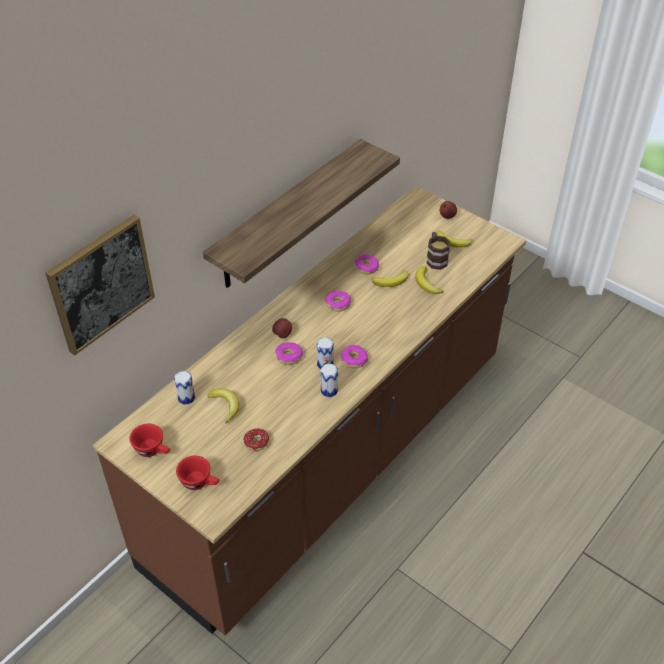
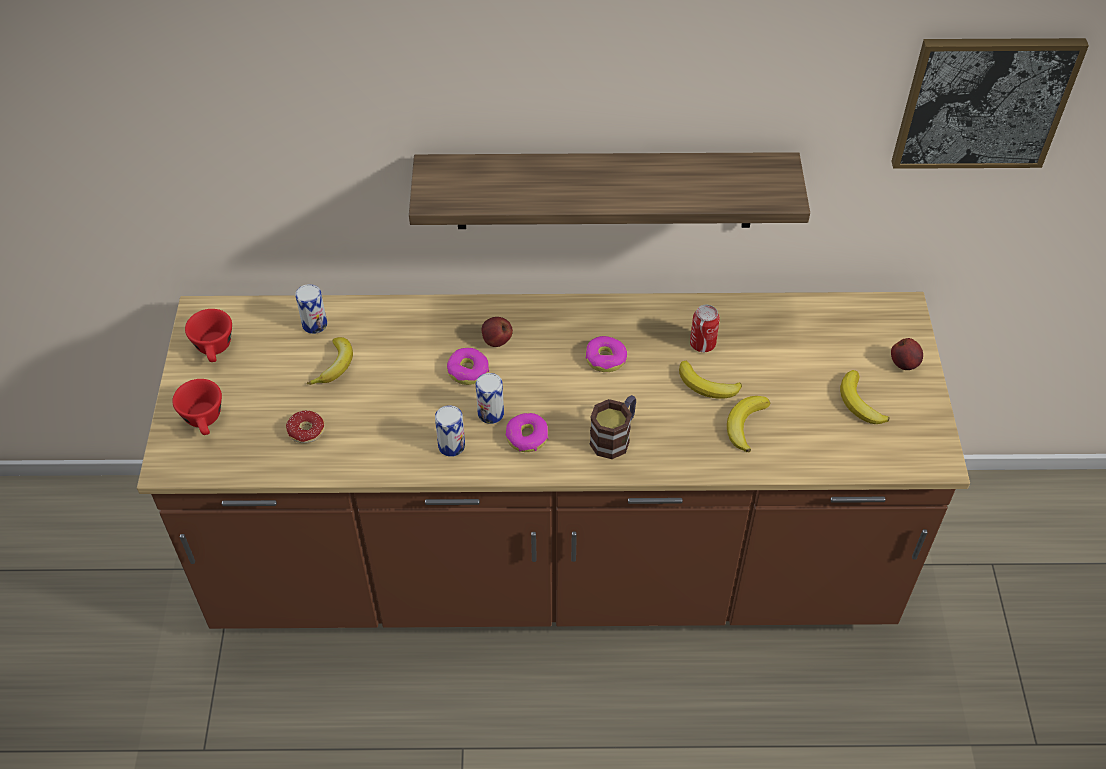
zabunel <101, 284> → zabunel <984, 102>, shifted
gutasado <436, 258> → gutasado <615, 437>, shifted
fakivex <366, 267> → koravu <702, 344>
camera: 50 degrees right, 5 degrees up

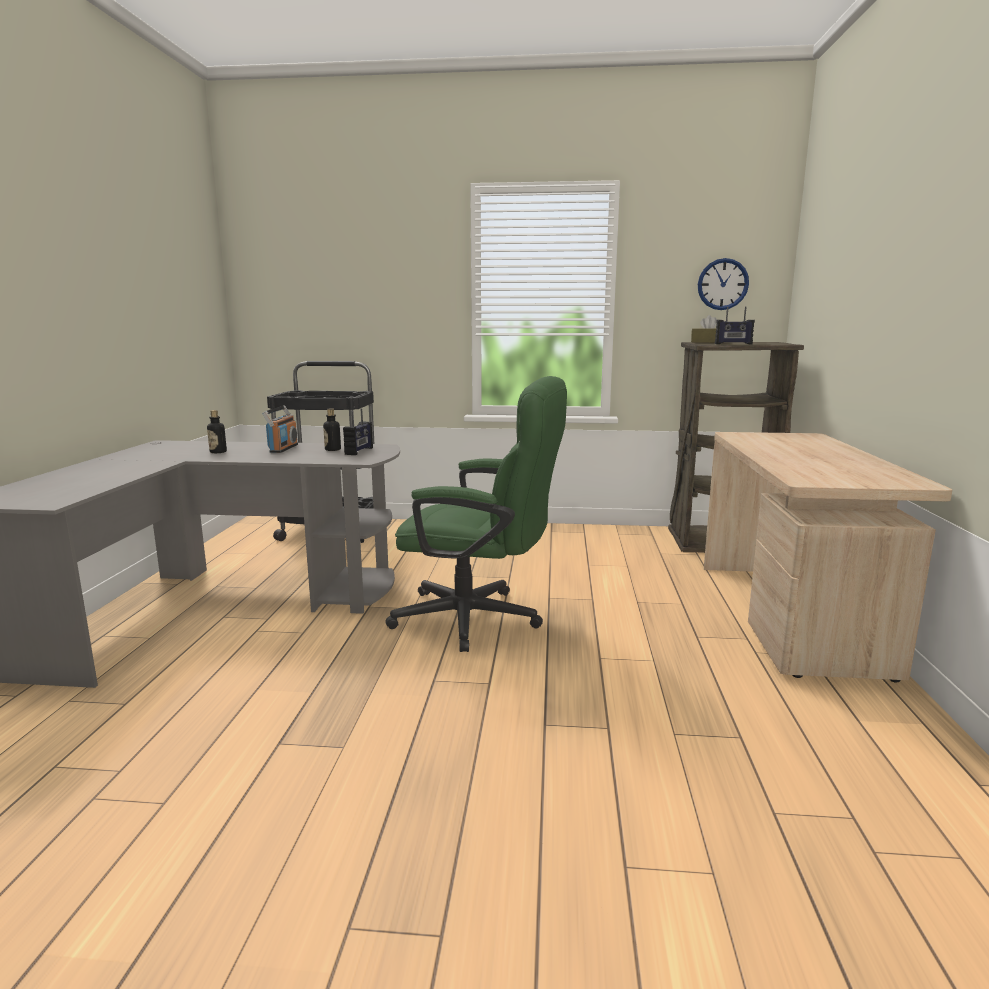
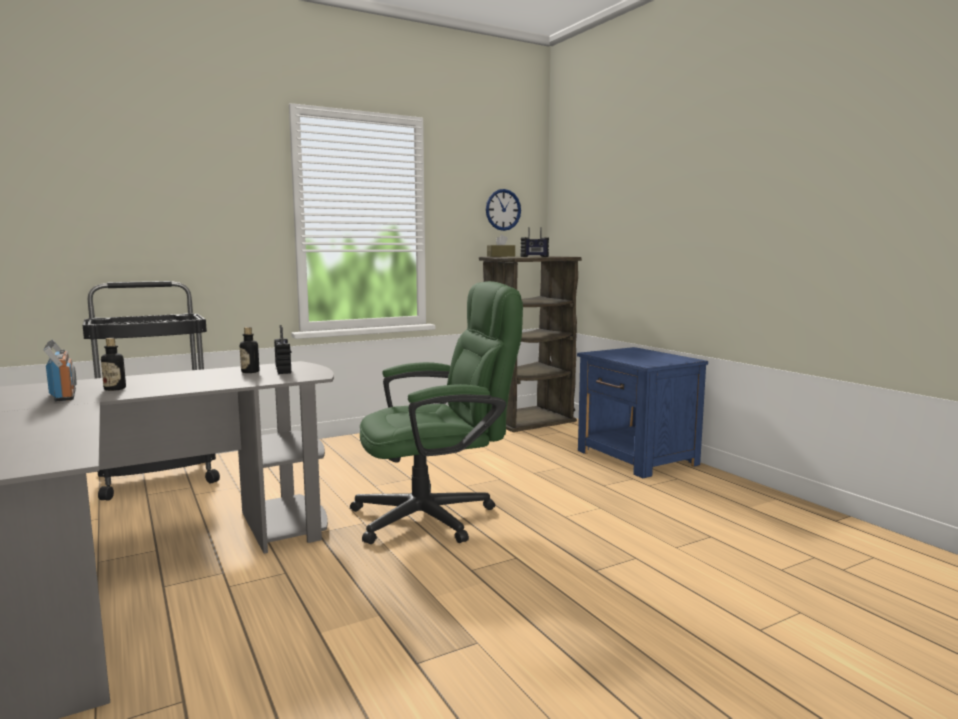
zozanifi <283, 448> → zozanifi <64, 395>, shifted
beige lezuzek <791, 616> → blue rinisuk <637, 458>
camera: 35 degrees left, 5 degrees down

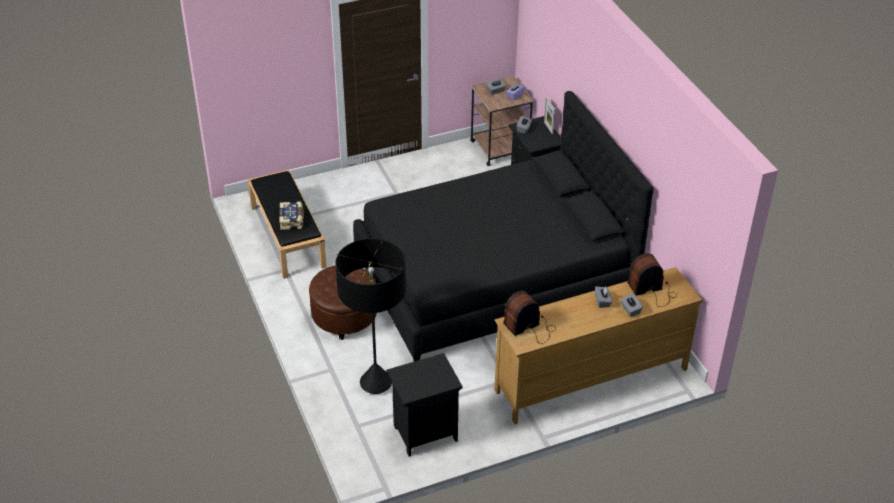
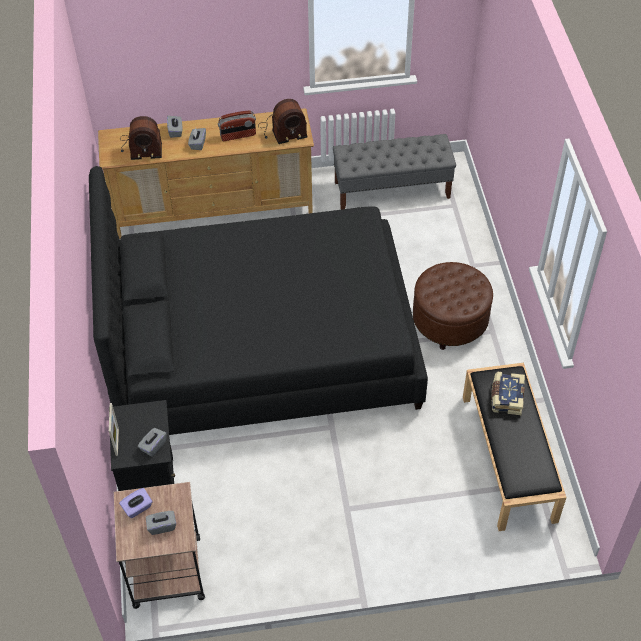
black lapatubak <376, 384> → -
black rinisuk <424, 432> → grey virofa <392, 190>
- → zozanifi <238, 135>
camera: 165 degrees left, 10 degrees up

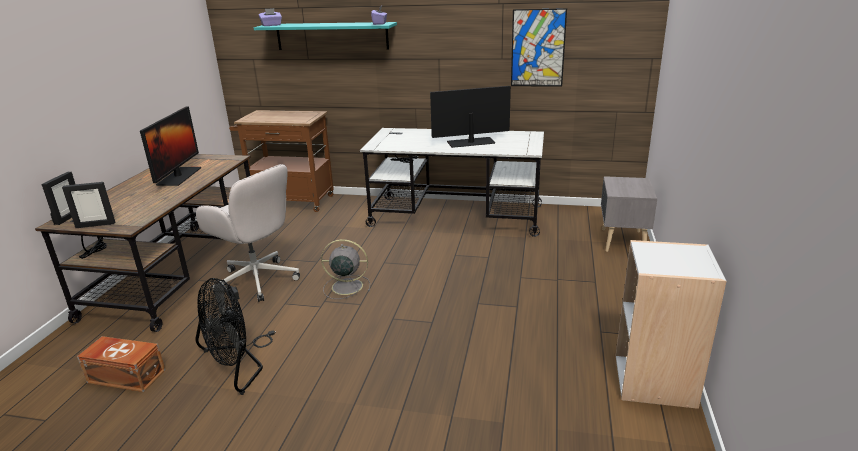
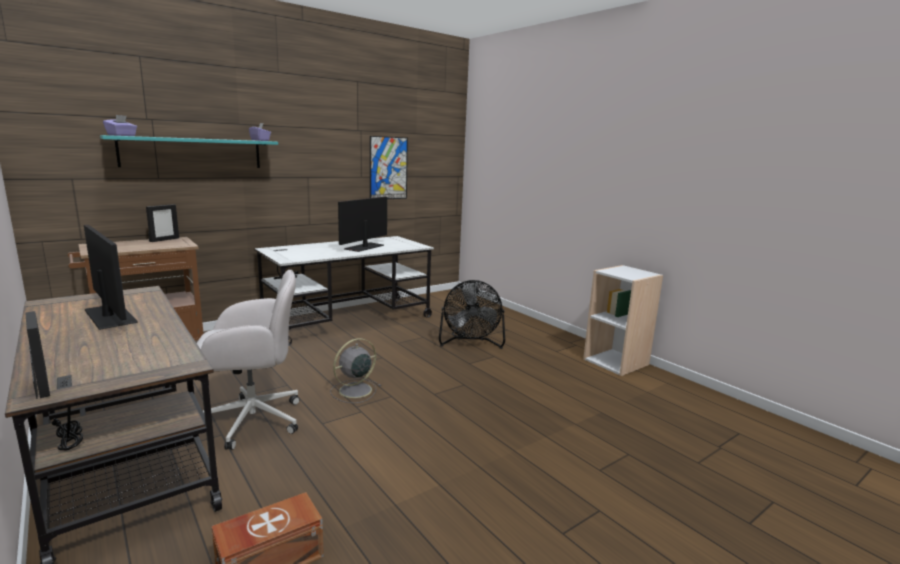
grey rinisuk <621, 241> → -
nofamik <96, 224> → nofamik <164, 239>, shifted
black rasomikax <238, 362> → black rasomikax <468, 342>, shifted
camera: 50 degrees left, 10 degrees down

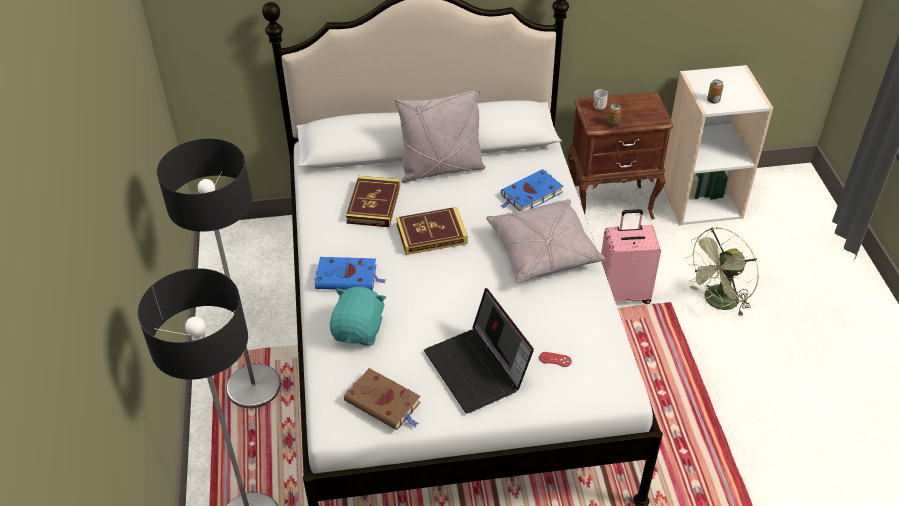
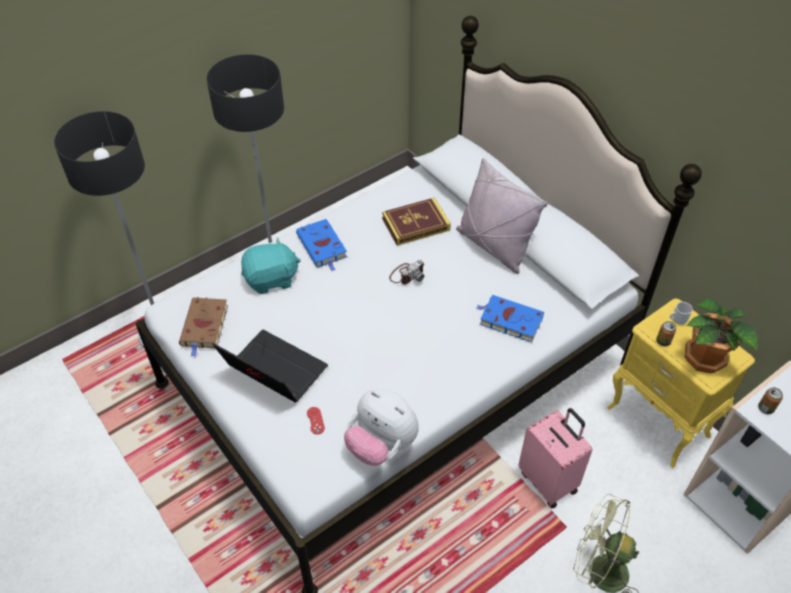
brown rinisuk <610, 206> → yellow rinisuk <658, 422>
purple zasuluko <542, 251> → -
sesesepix <431, 234> → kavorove <407, 275>
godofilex <478, 370> → godofilex <273, 371>, 90 degrees clockwise
- → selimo <705, 359>
- → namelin <381, 445>
camera: 60 degrees right, 5 degrees up

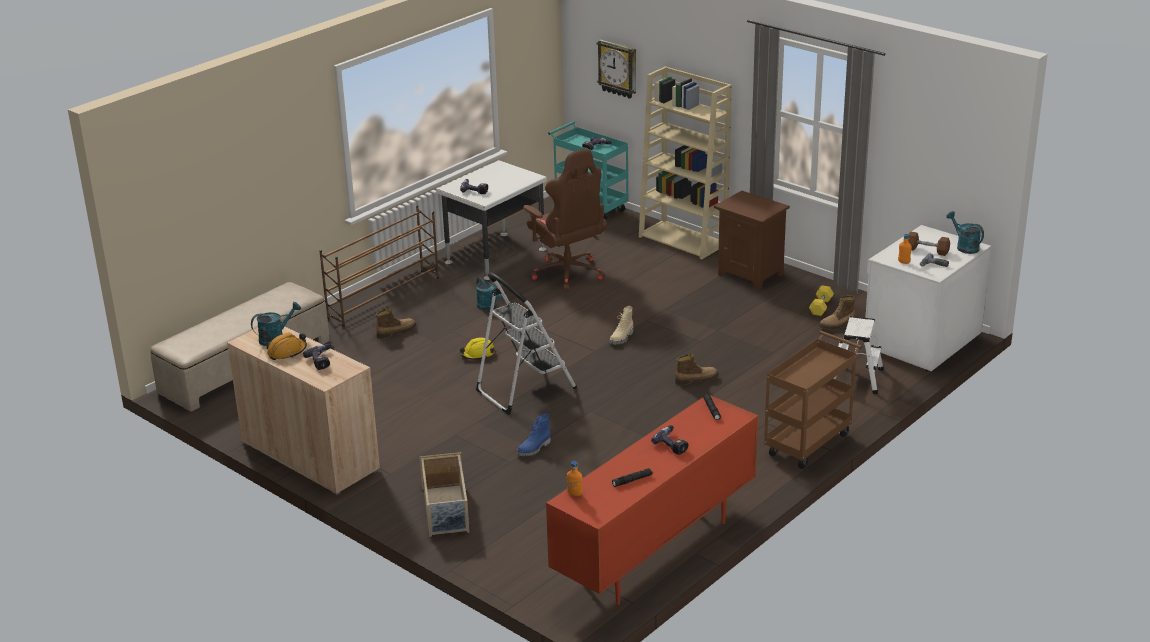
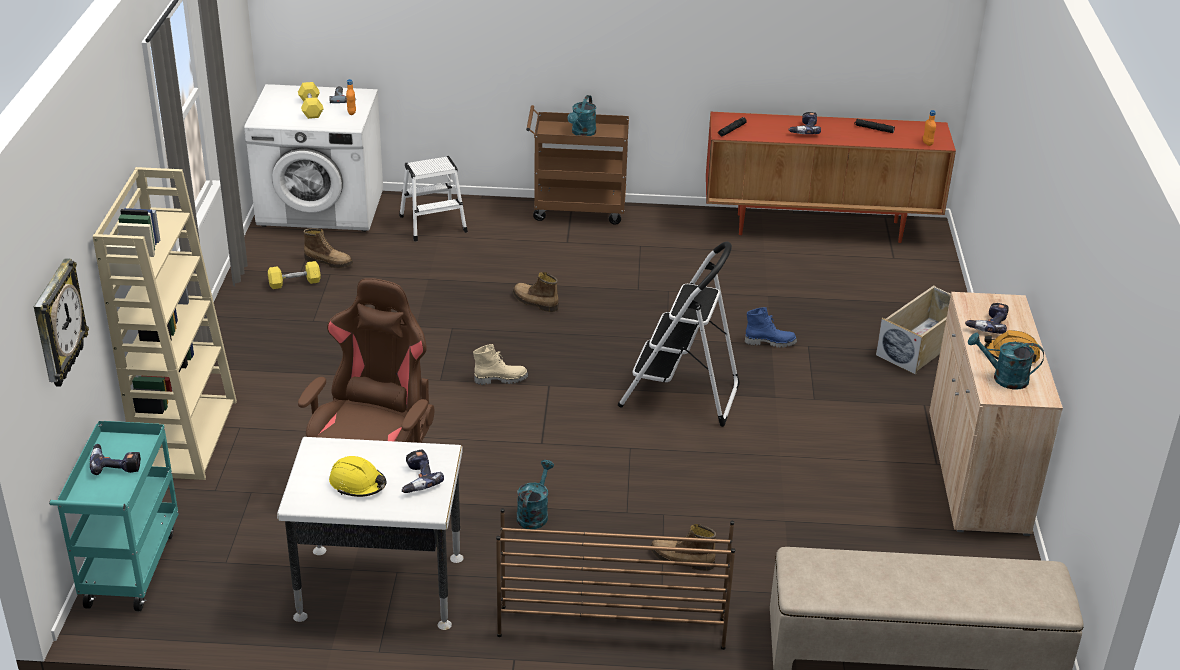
brown rinisuk <750, 275> → -
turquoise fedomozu <964, 247> → turquoise fedomozu <582, 133>, shifted
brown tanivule <927, 250> → yellow tanivule <311, 108>
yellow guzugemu <478, 354> → yellow guzugemu <358, 484>, shifted
camera: 130 degrees left, 5 degrees up

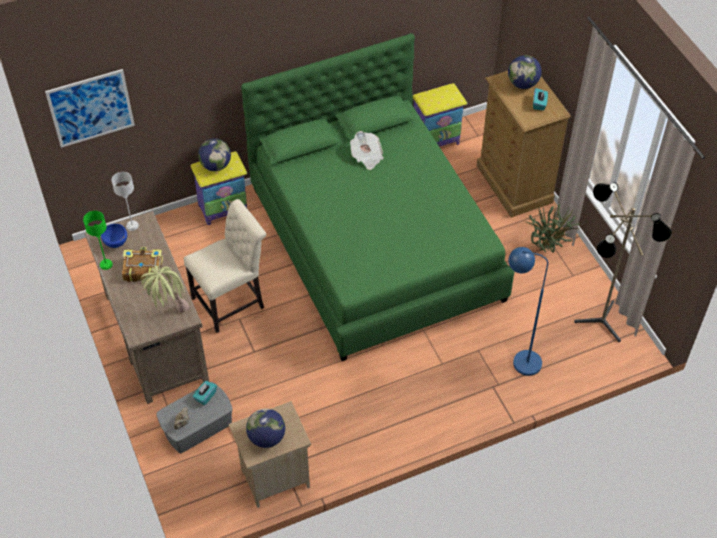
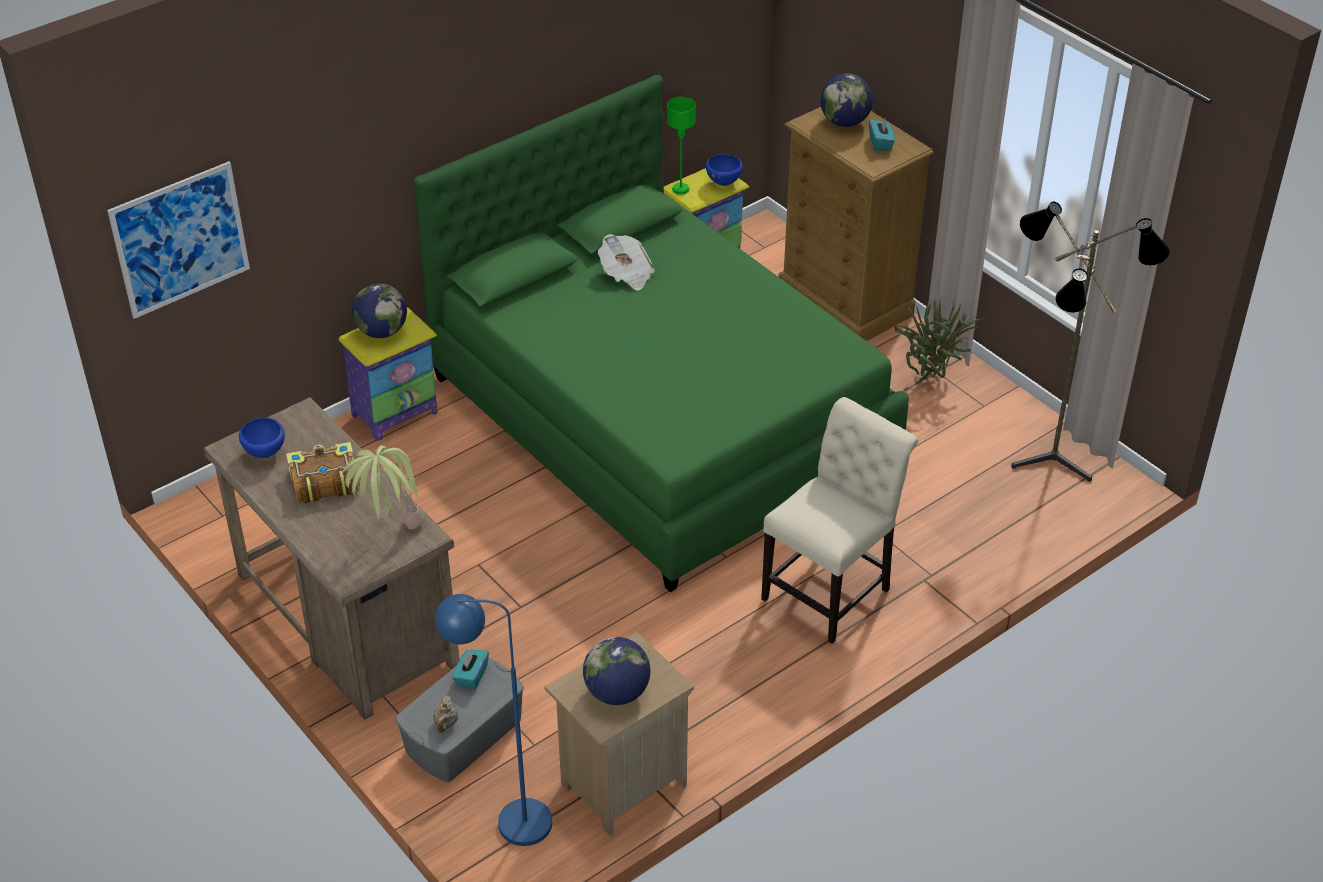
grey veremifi <132, 225> → -
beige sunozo <232, 301> → beige sunozo <832, 591>, shifted
green veremifi <106, 264> → green veremifi <681, 189>, shifted
blue lapatubak <518, 362> → blue lapatubak <508, 824>, shifted
- → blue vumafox <724, 183>
camera: 15 degrees left, 10 degrees down

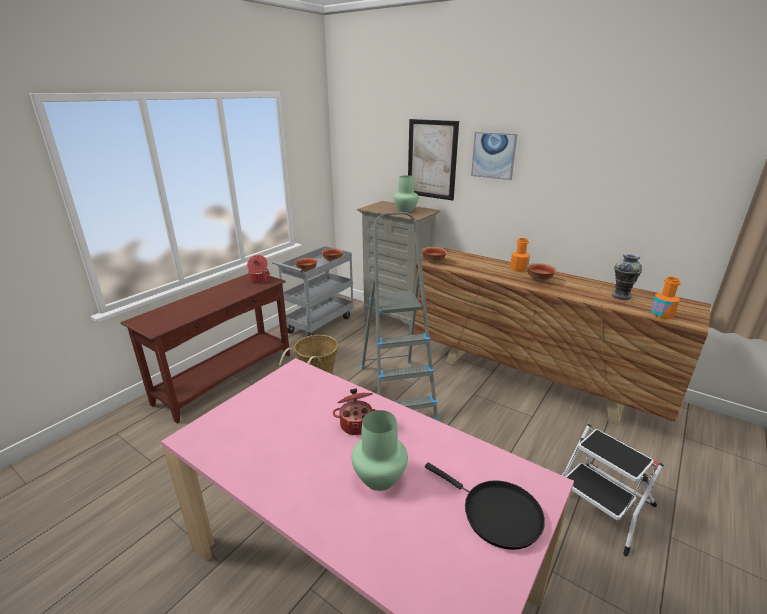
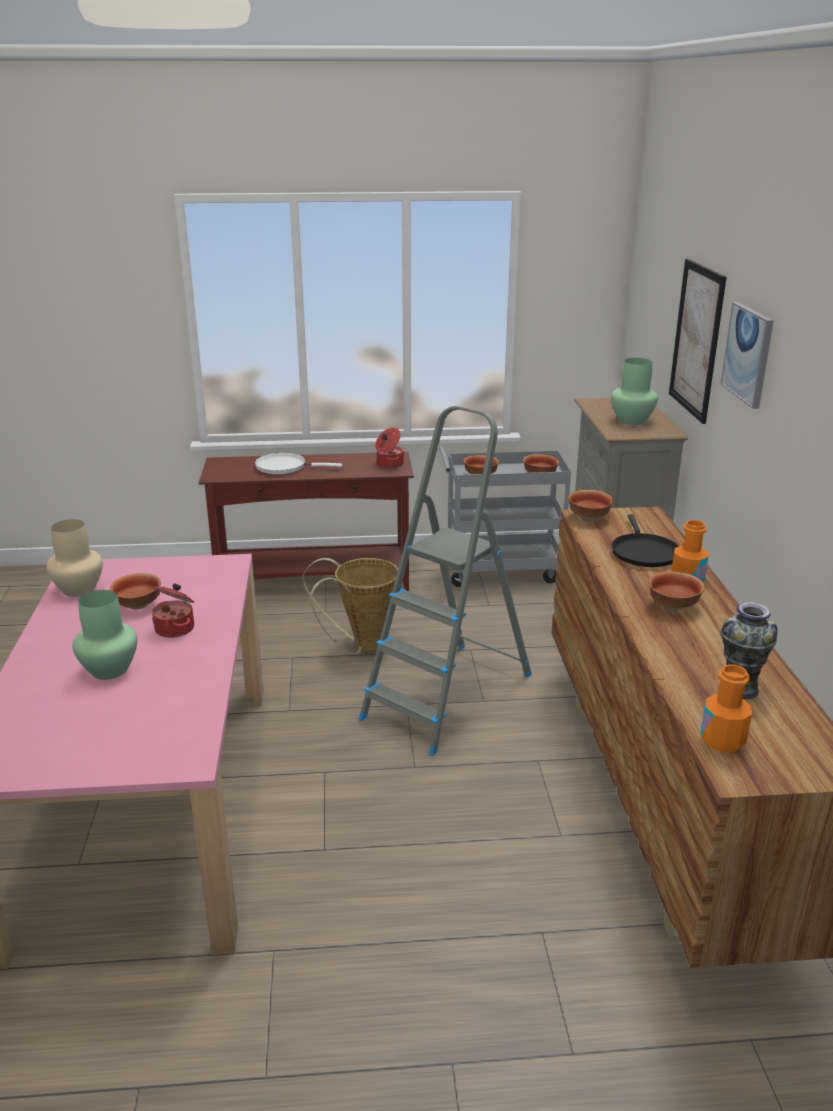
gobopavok <601, 504> → -
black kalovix <496, 514> → black kalovix <643, 552>, shifted
- → white kalovix <284, 467>
- → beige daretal <80, 589>
- → vumafox <139, 605>
camera: 50 degrees right, 0 degrees up

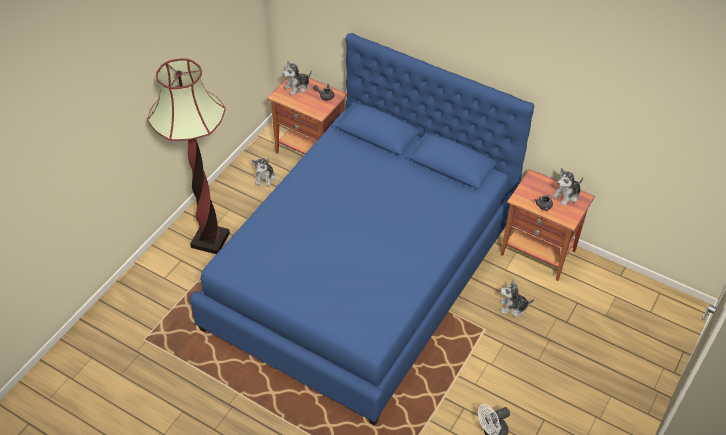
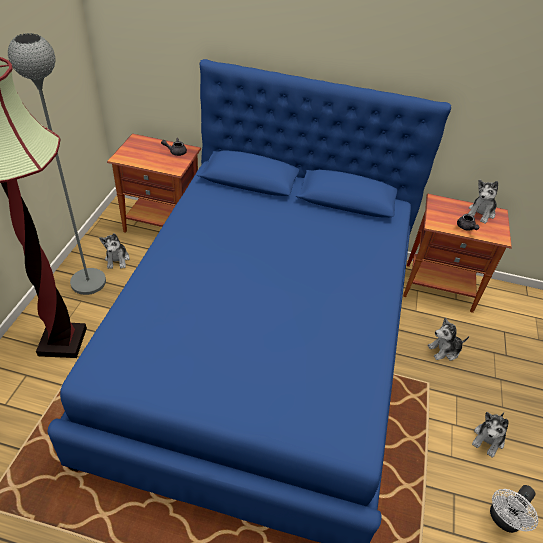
namelin <297, 87> → namelin <488, 439>, shifted
- → grey lapatubak <88, 282>
camera: 20 degrees left, 5 degrees down

